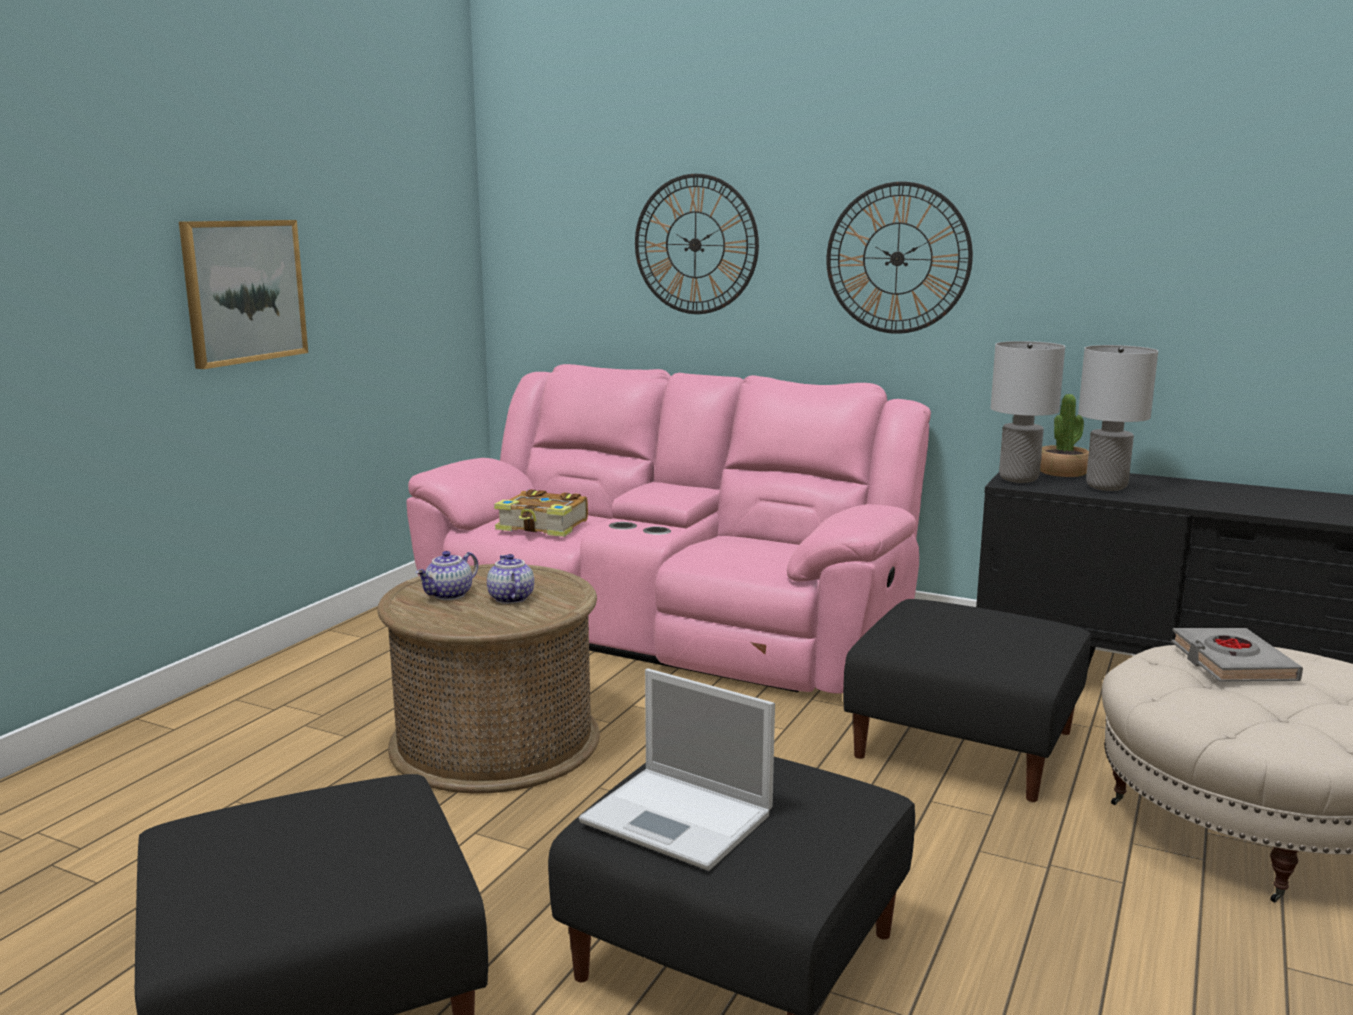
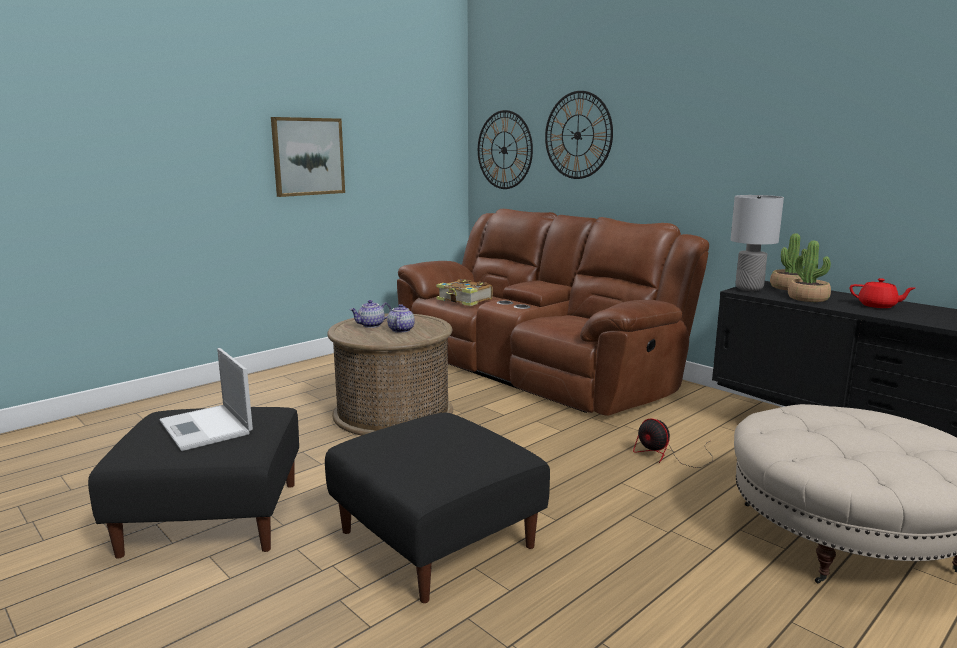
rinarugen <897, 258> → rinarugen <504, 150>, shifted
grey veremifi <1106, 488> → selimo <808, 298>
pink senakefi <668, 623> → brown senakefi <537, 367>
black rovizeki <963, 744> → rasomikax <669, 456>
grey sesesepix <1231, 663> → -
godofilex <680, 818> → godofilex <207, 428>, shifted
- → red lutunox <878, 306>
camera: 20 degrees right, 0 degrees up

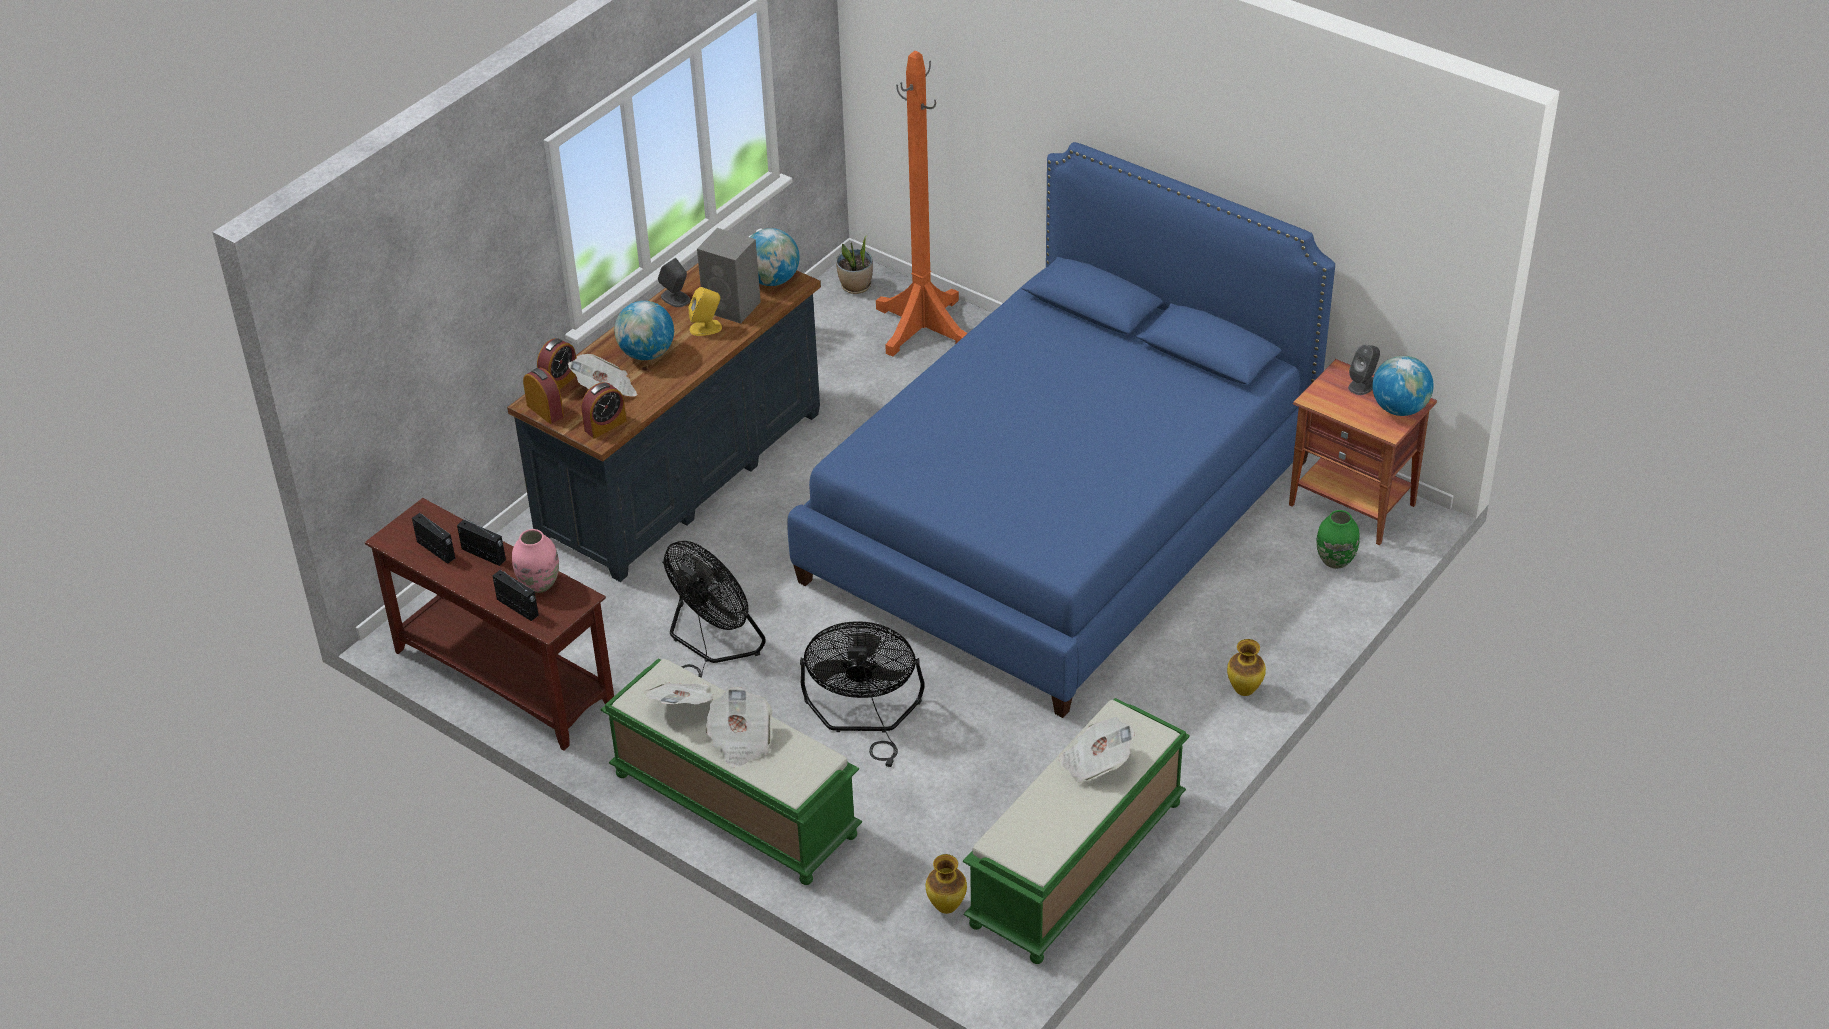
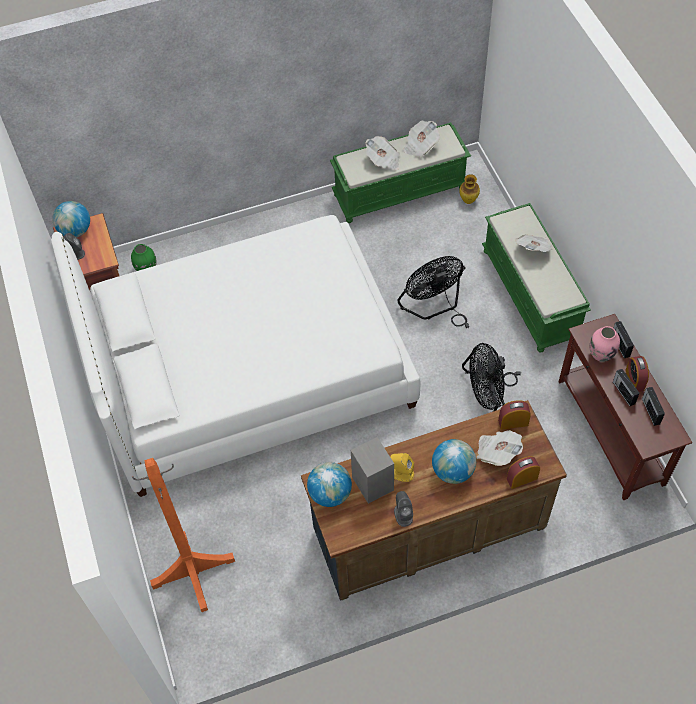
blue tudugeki <1060, 519> → white tudugeki <248, 369>
selimo <856, 286> → -
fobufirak <545, 410> → fobufirak <634, 380>, shifted
black rasomikax <866, 719> → black rasomikax <438, 306>, 120 degrees clockwise
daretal <1245, 691> → -
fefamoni <683, 706> → fefamoni <420, 146>, shifted
camera: 145 degrees left, 15 degrees up

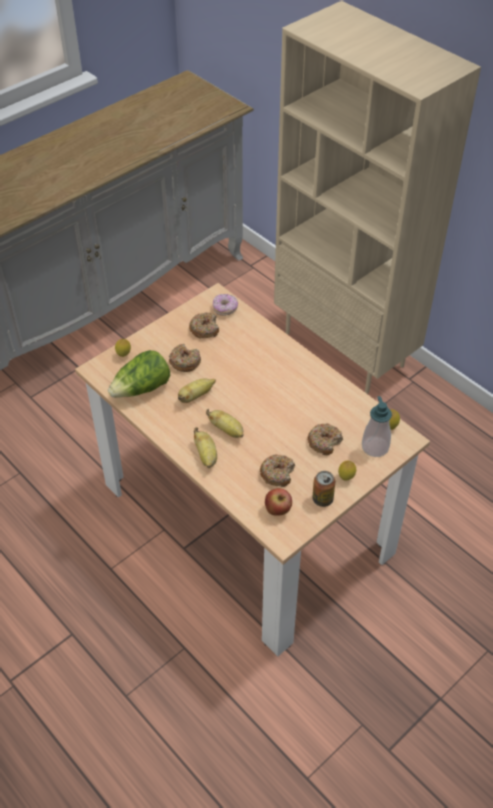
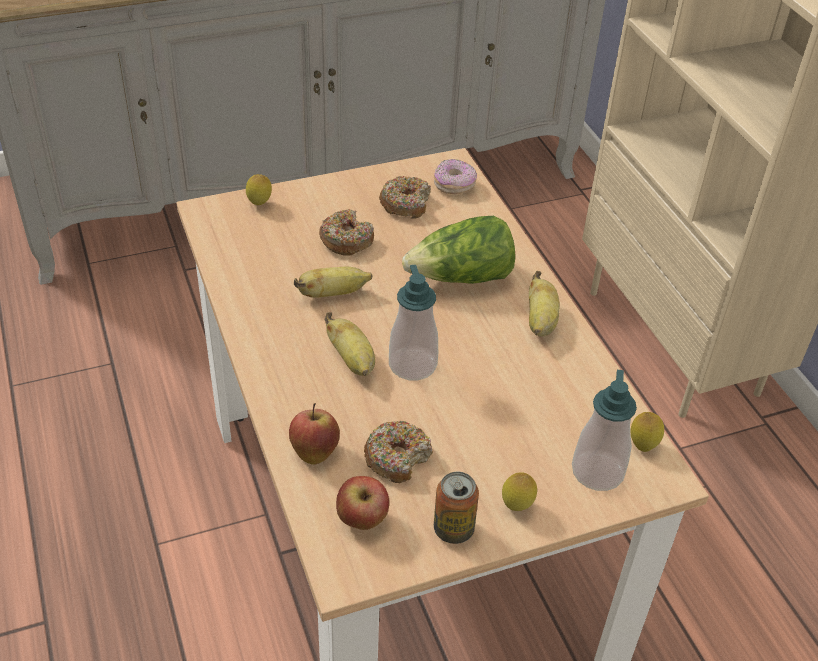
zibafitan <142, 389> → zibafitan <461, 278>, shifted
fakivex <324, 442> → -
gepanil <206, 456> → gepanil <540, 322>, shifted
- → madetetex <412, 365>
- → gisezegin <314, 451>
camera: 20 degrees right, 5 degrees down

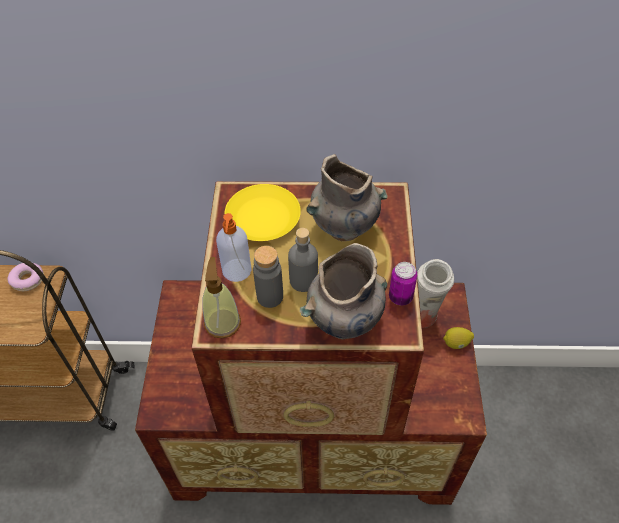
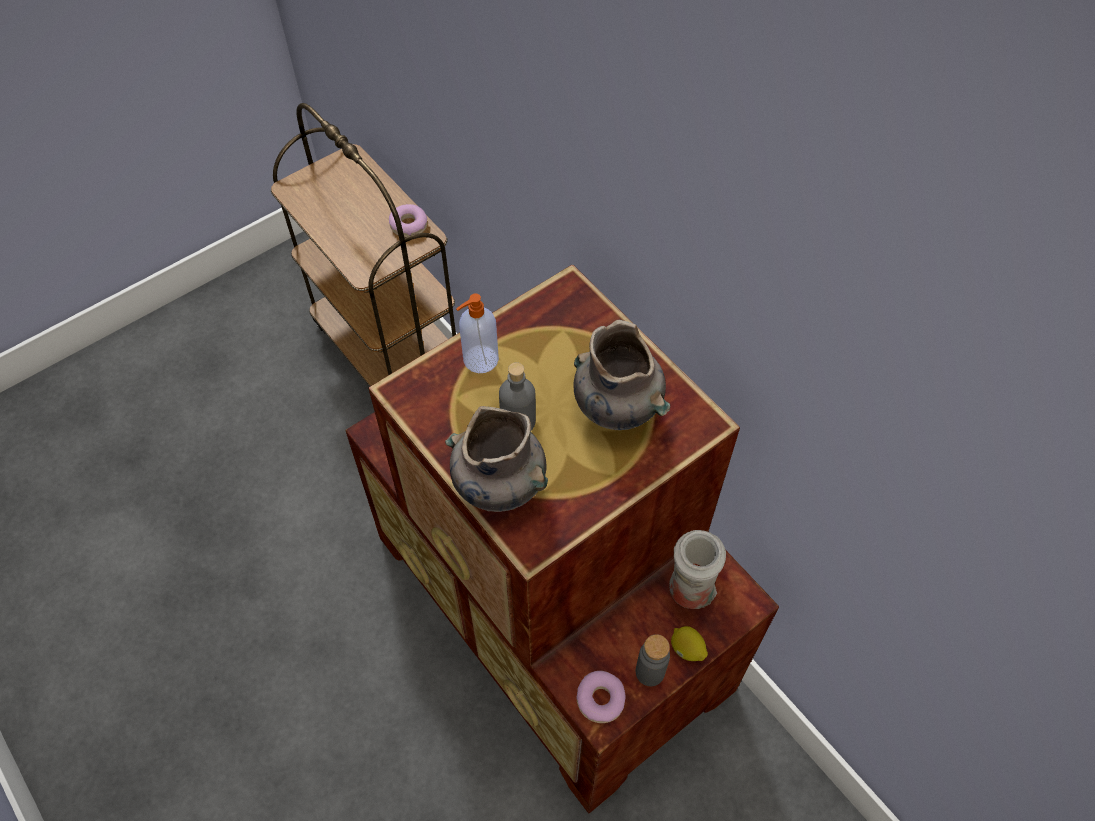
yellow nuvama <263, 218> → -
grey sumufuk <270, 296> → grey sumufuk <650, 672>, shifted
madetetex <222, 322> → -
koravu <400, 297> → -
- → fakivex <600, 699>
camera: 50 degrees right, 5 degrees up

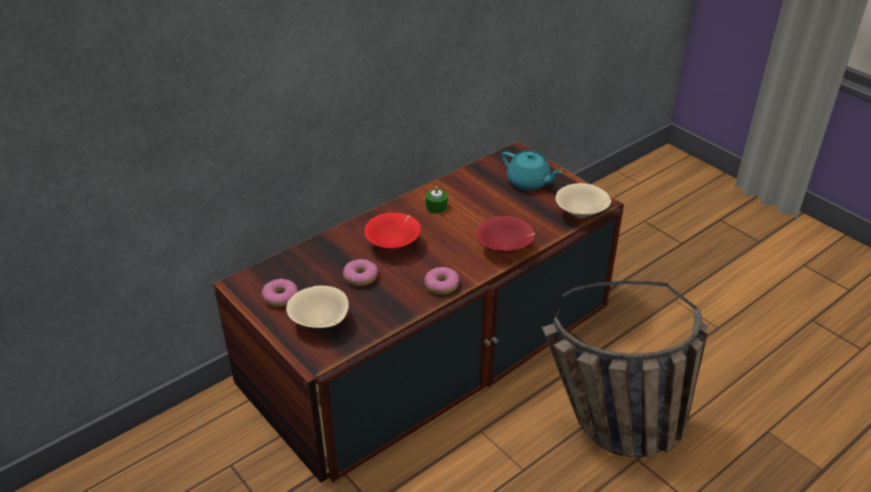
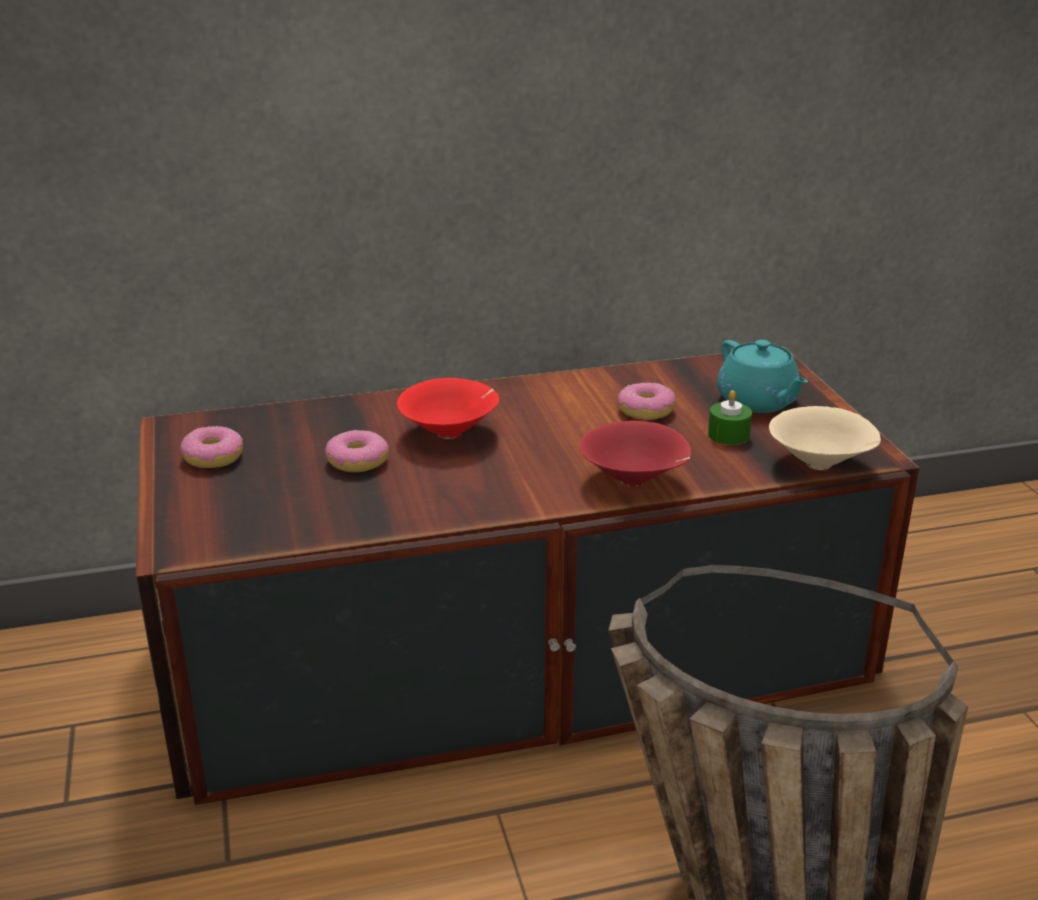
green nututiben <436, 207> → green nututiben <728, 435>, shifted
fakivex <441, 285> → fakivex <646, 410>, shifted
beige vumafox <320, 323> → -
camera: 25 degrees right, 10 degrees down

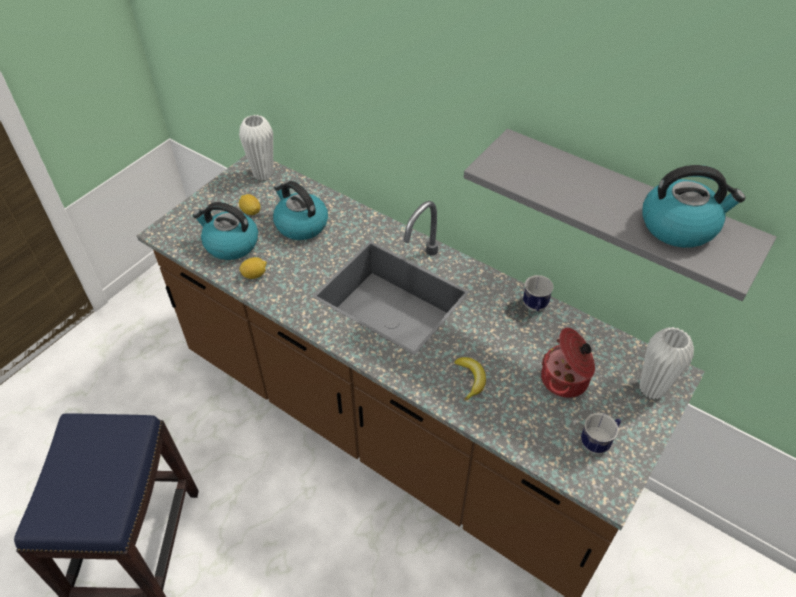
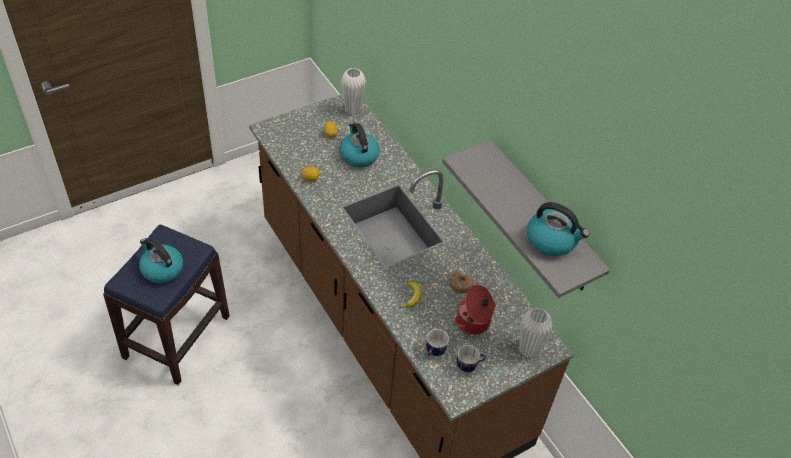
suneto <230, 244> → suneto <161, 269>, shifted
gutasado <535, 307> → gutasado <434, 353>, shifted
- → fakivex <460, 285>
camera: 20 degrees right, 0 degrees up

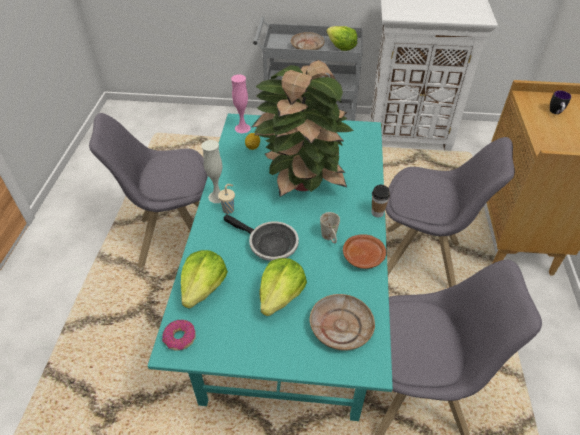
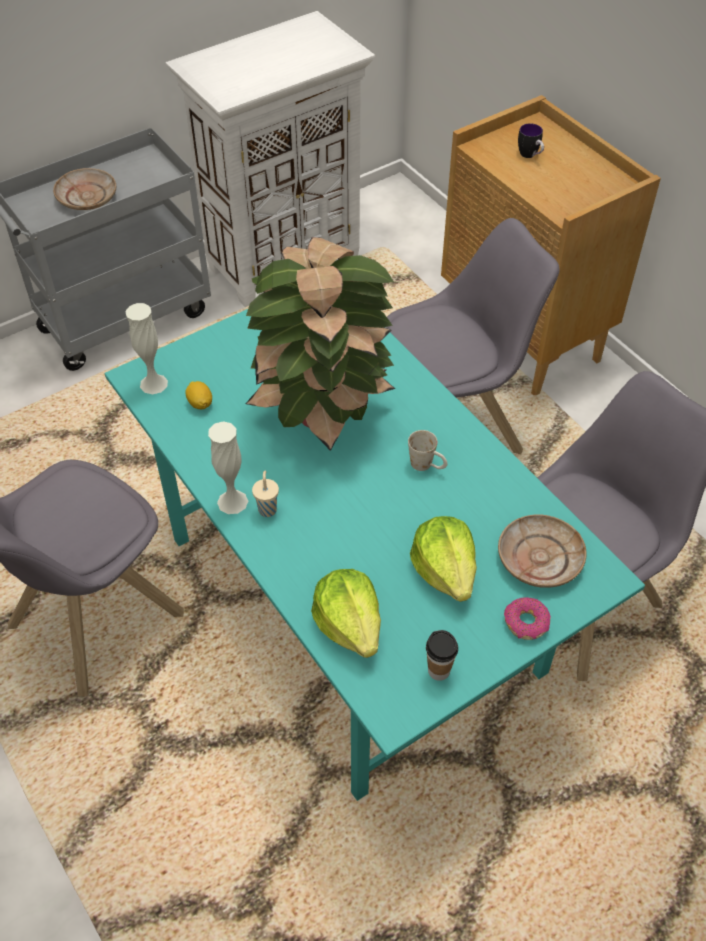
zibafitan <341, 47> → -
pink daretal <242, 128> → white daretal <154, 384>
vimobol <377, 213> → vimobol <439, 670>, shifted
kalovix <269, 245> → -
brown nuvama <363, 256> → -
fakivex <180, 338> → fakivex <526, 623>, shifted
camera: 40 degrees left, 5 degrees up

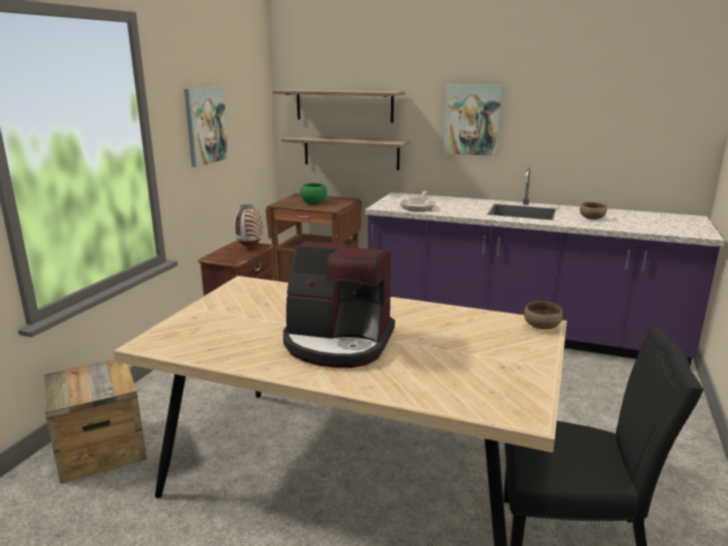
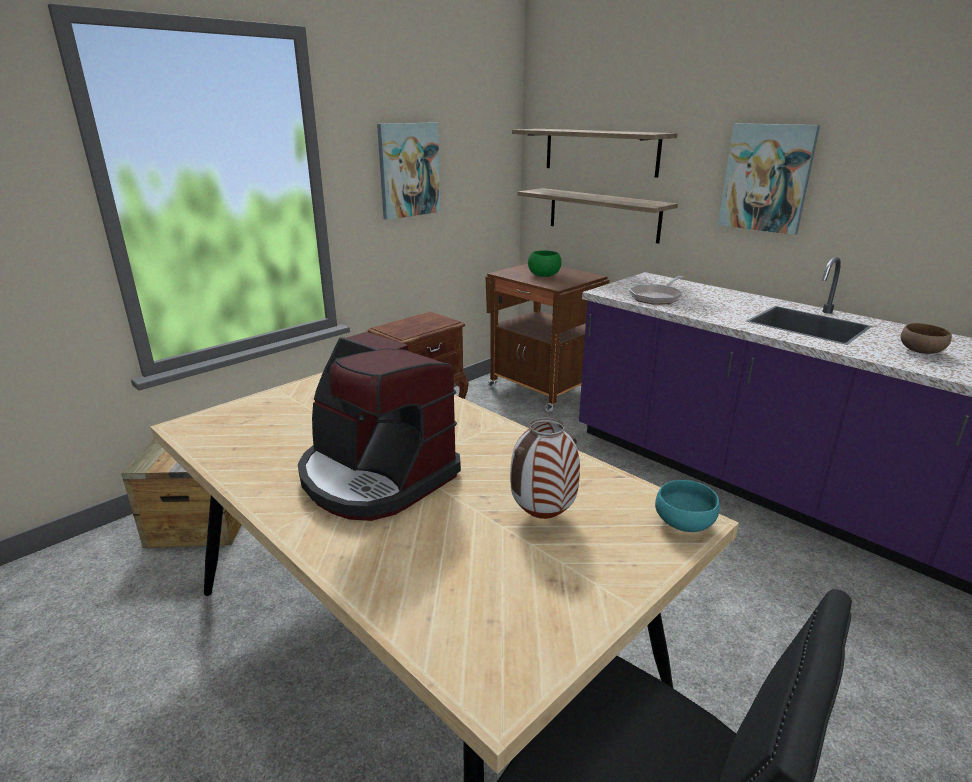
daretal <249, 247> → daretal <543, 515>, shifted
brown vumafox <542, 327> → turquoise vumafox <684, 524>
camera: 25 degrees right, 5 degrees up

